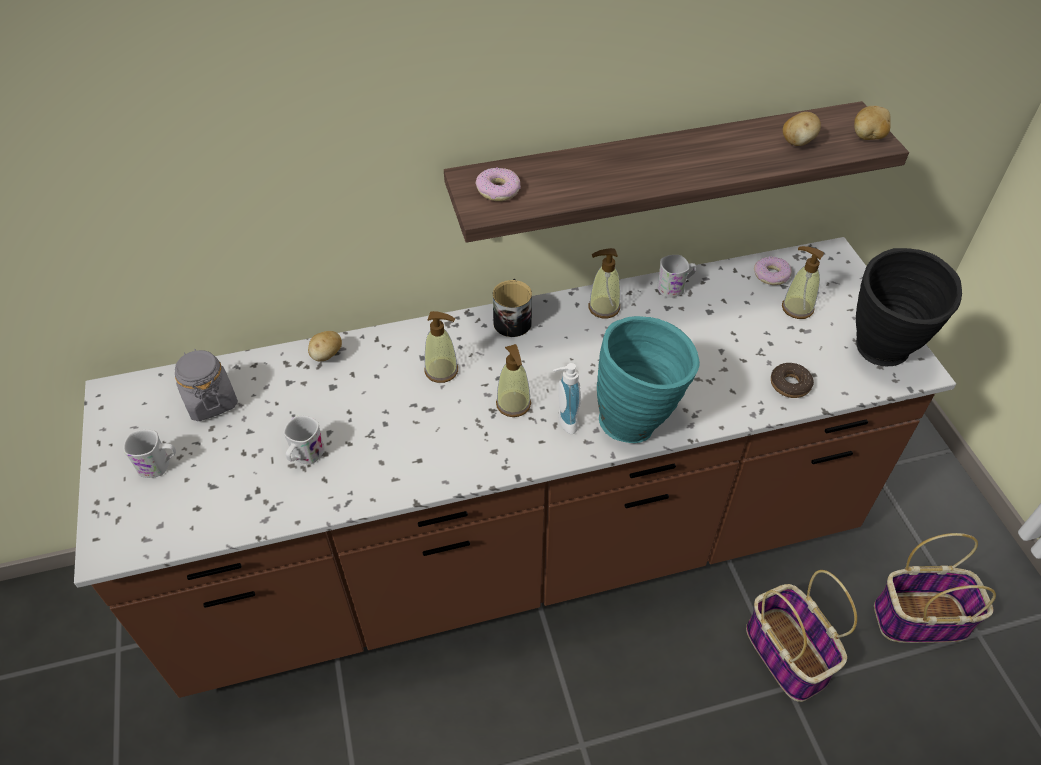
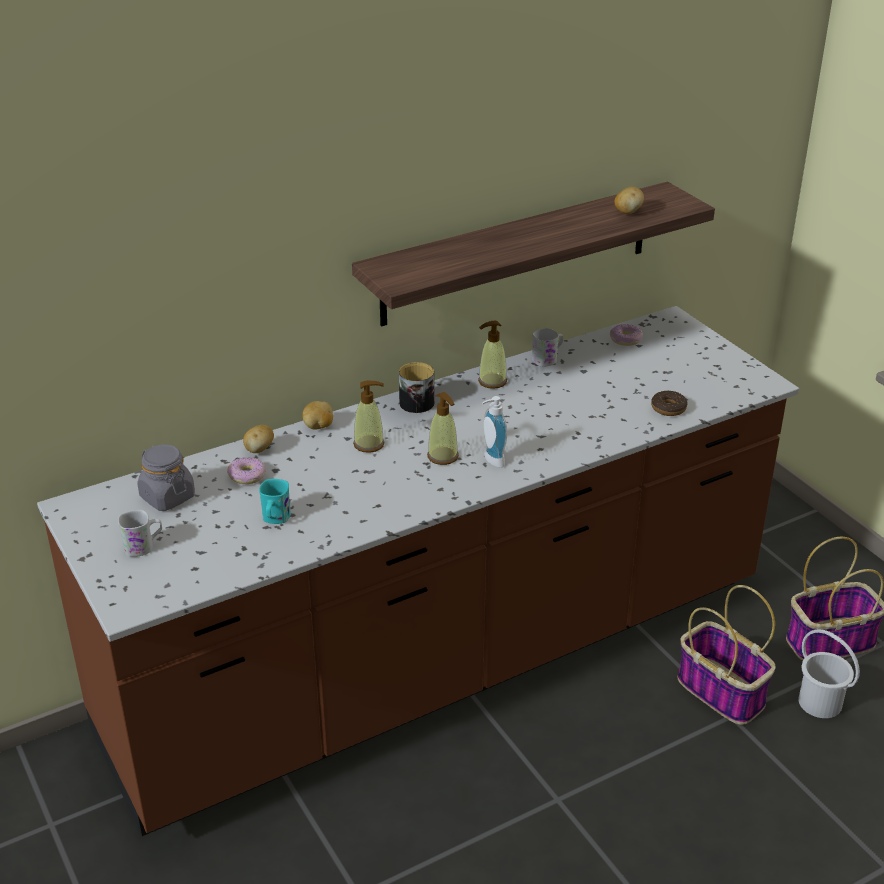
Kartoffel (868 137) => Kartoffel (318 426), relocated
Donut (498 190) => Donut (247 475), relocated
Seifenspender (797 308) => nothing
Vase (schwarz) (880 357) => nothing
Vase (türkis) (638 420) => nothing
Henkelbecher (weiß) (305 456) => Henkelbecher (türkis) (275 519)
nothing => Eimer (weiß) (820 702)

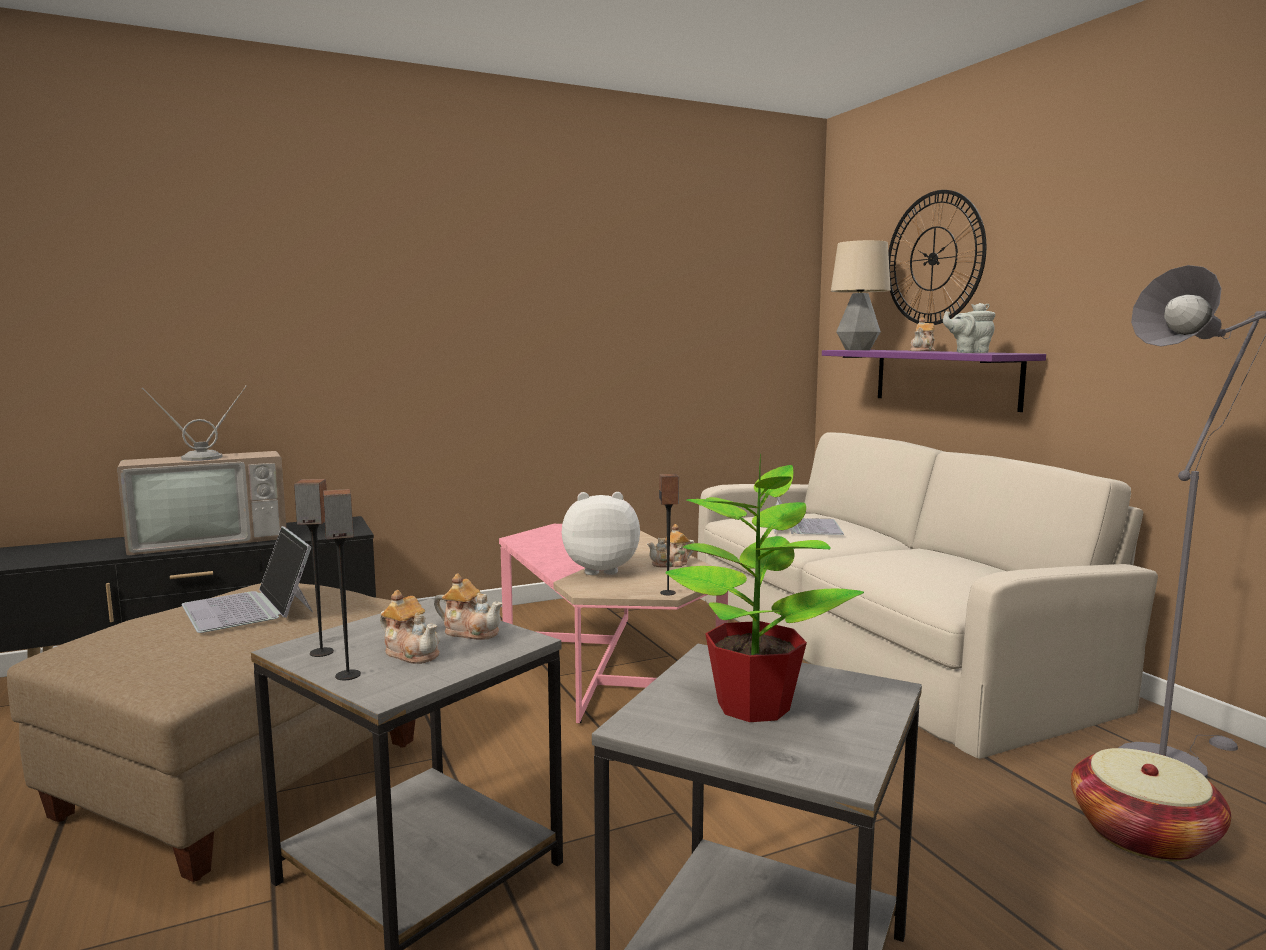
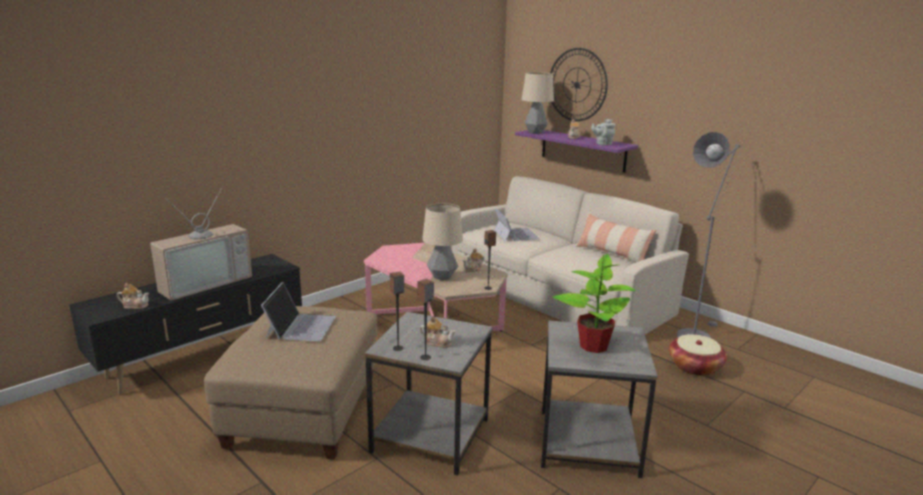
Plüschtier (600 570) => Tischlampe (442 277)
Laptop (249 608) => Laptop (300 326), 120 degrees counterclockwise
Teekanne (470 631) => Teekanne (135 305), relocated
nothing => Kissen (612 254)

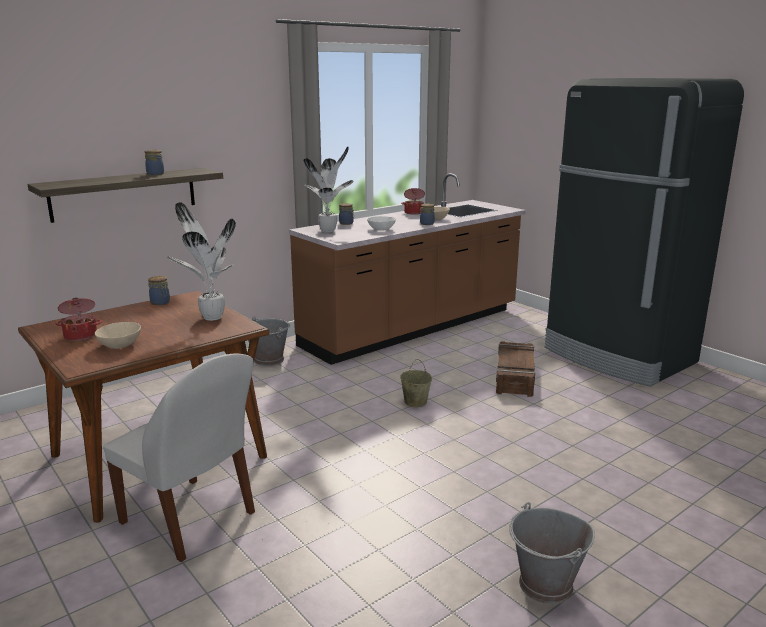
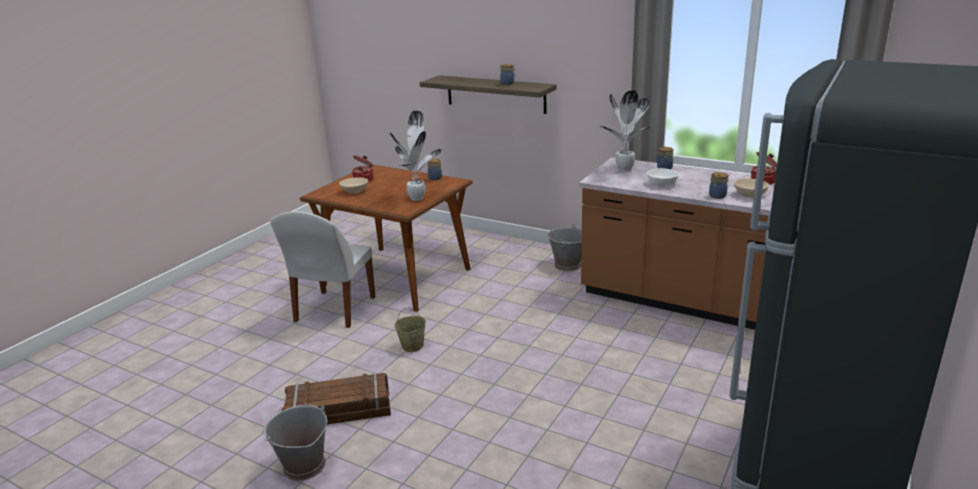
Kiste (515 376) => Kiste (339 411), relocated
Eimer (beige) (415 402) => Eimer (beige) (413 346), relocated

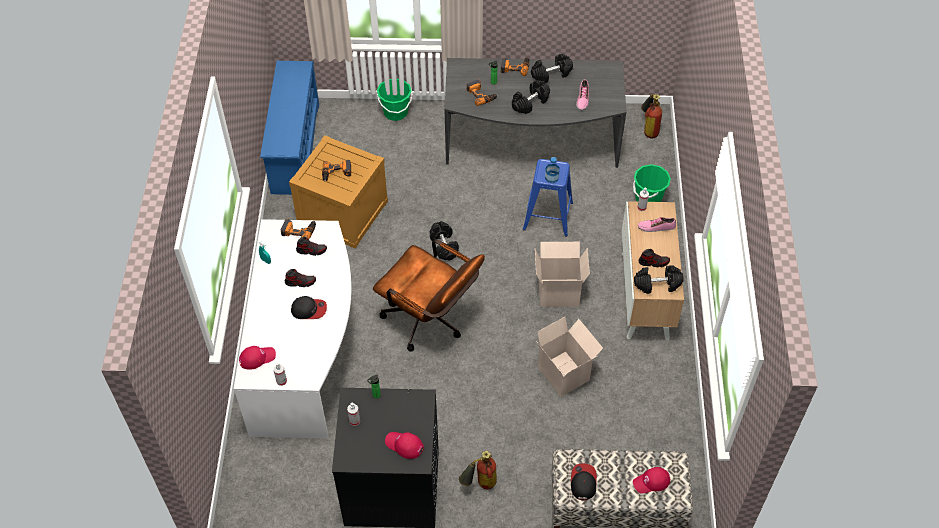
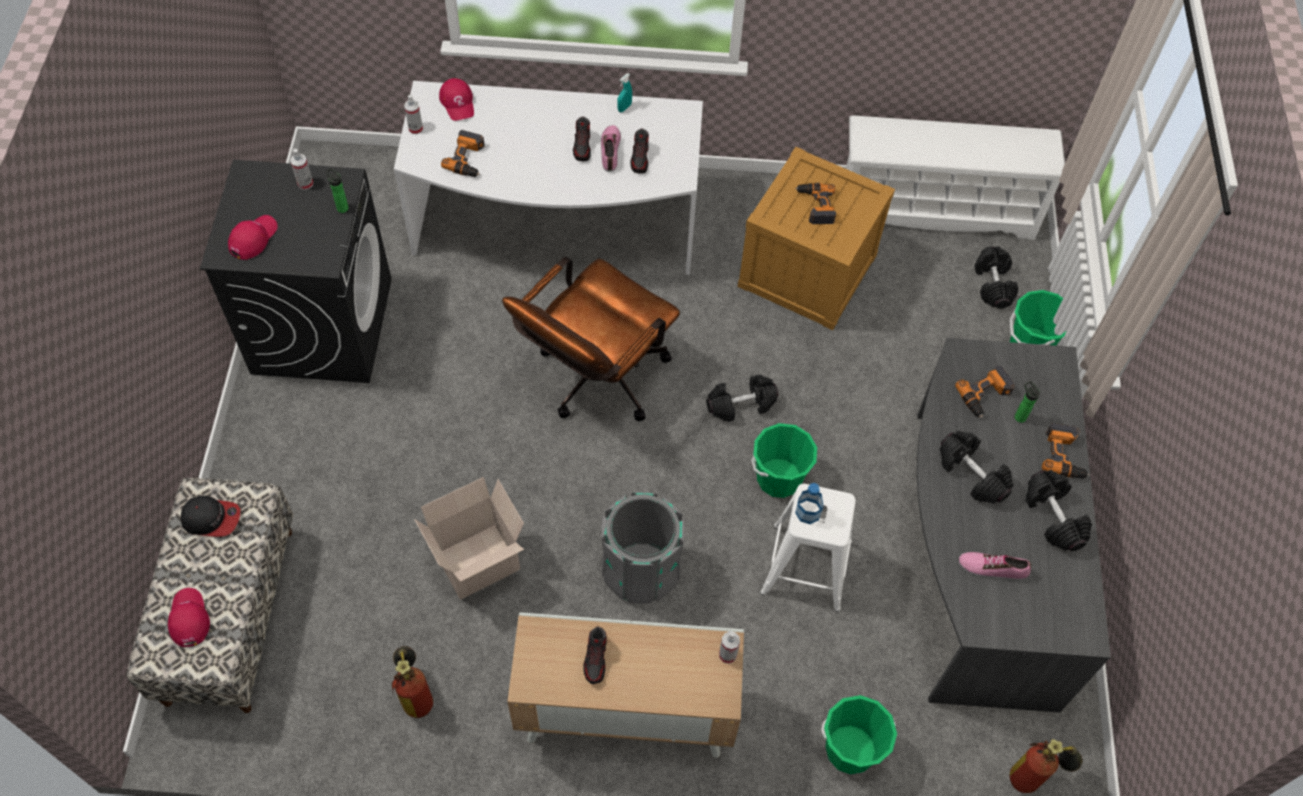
Schuhregal (blau) (294 148) => Schuhregal (weiß) (936 209)
Hocker (blau) (547 216) => Hocker (weiß) (805 565)
Schuh (656 227) => Schuh (611 150), relocated
Bohrmaschine (299 230) => Bohrmaschine (468 159), relocated
Karton (559 291) => Mülleimer (grau) (641 570)
Hantel (schwarz) (657 284) => Hantel (schwarz) (992 284), relocated
Kappe (309 309) => nothing
Feuerlöscher (479 485) => Feuerlöscher (415 693), relocated
nothing => Eimer (grün) (778 478)

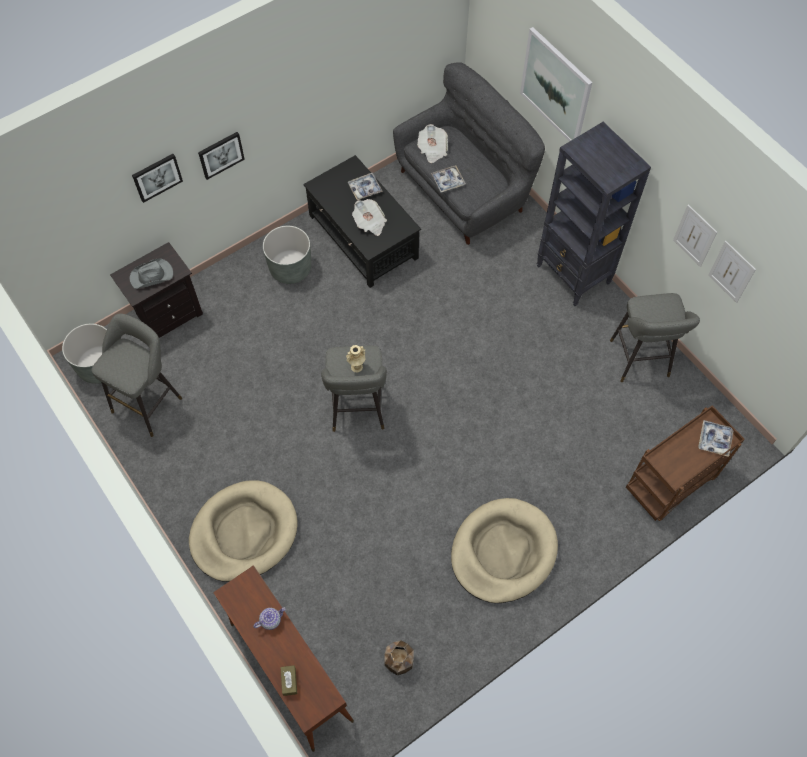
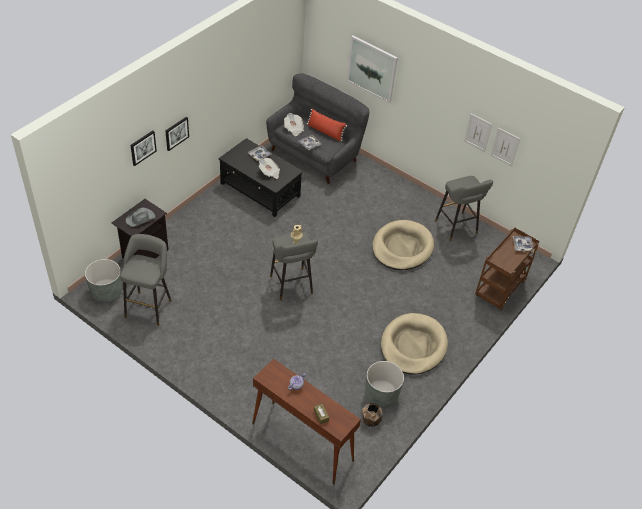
Bücherregal (schwarz) (573 275) => nothing
Pflanzkübel (grau) (290 268) => Pflanzkübel (grau) (381 395), relocated
Hundebett (beige) (244 532) => Hundebett (beige) (402 247), relocated
nothing => Kissen (rot) (325 132)

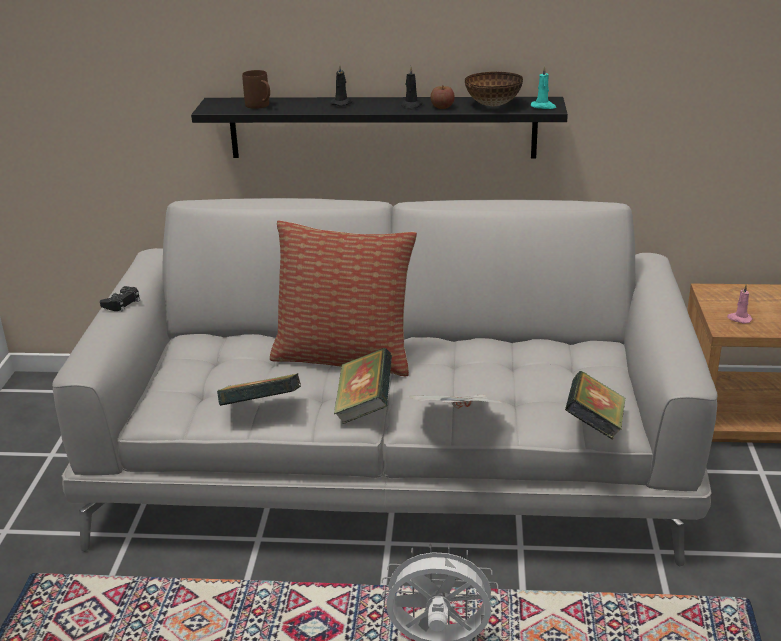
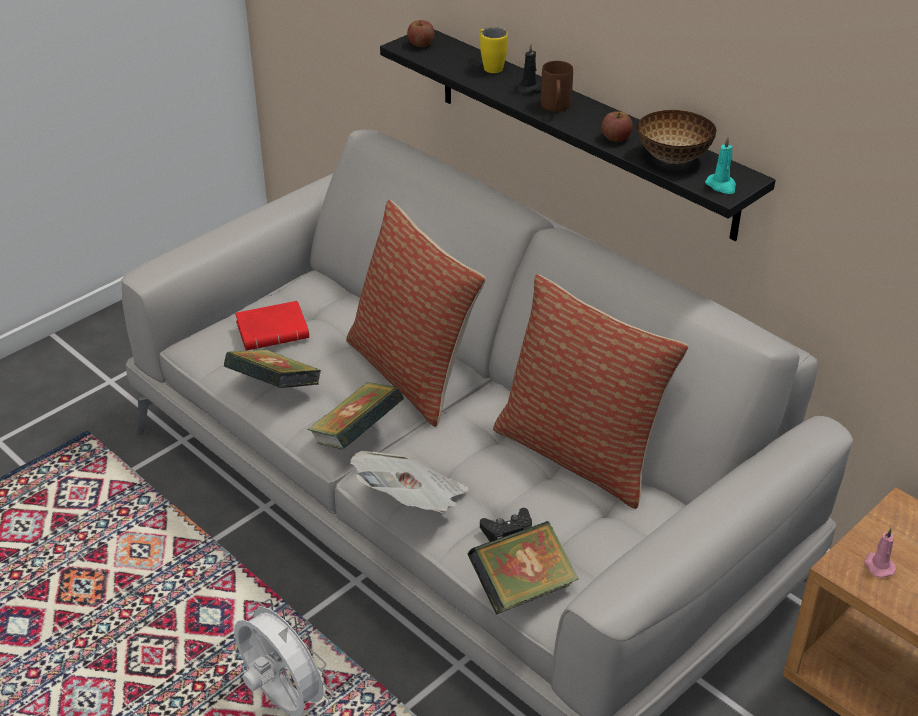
Kerze (schwarz) (411 106) => nothing
Henkelbecher (braun) (260 106) => Henkelbecher (braun) (556 108), relocated
Gamepad (schwarz) (122 303) => Gamepad (schwarz) (508 531), relocated
nothing => Apfel (421 44)
nothing => Henkelbecher (gelb) (490 66)
nothing => Kissen (580 452)
nothing => Buch (rot) (274 330)

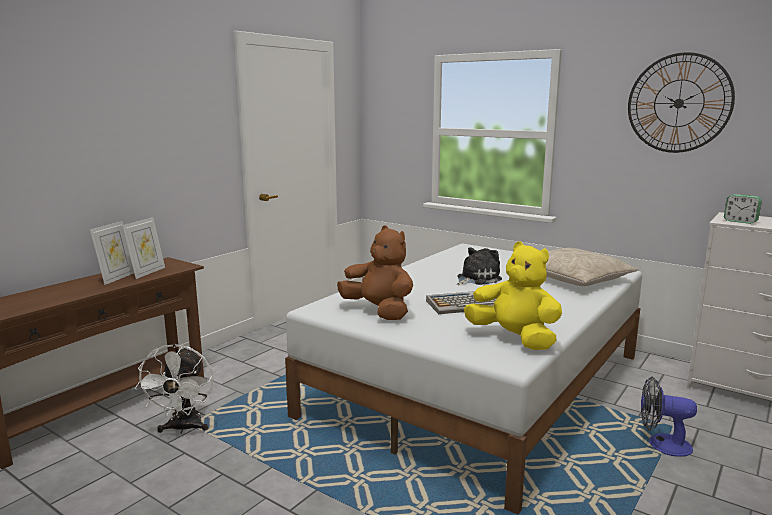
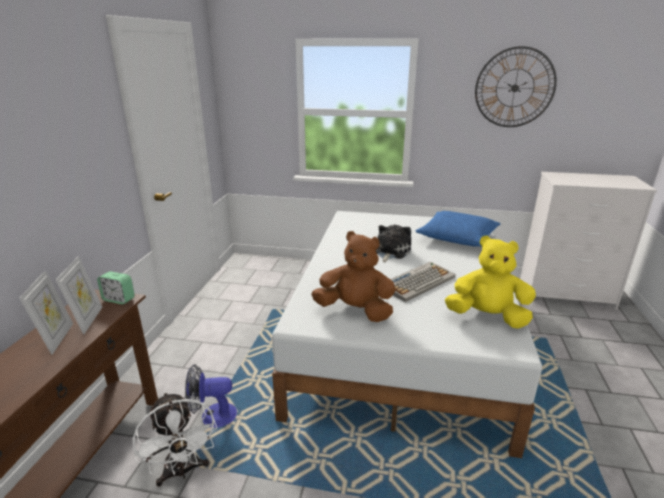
Wecker (740 221) => Wecker (119 299), relocated
Kissen (beige) (574 278) => Kissen (blau) (457 237)
Ventilator (661 444) => Ventilator (212 416), relocated

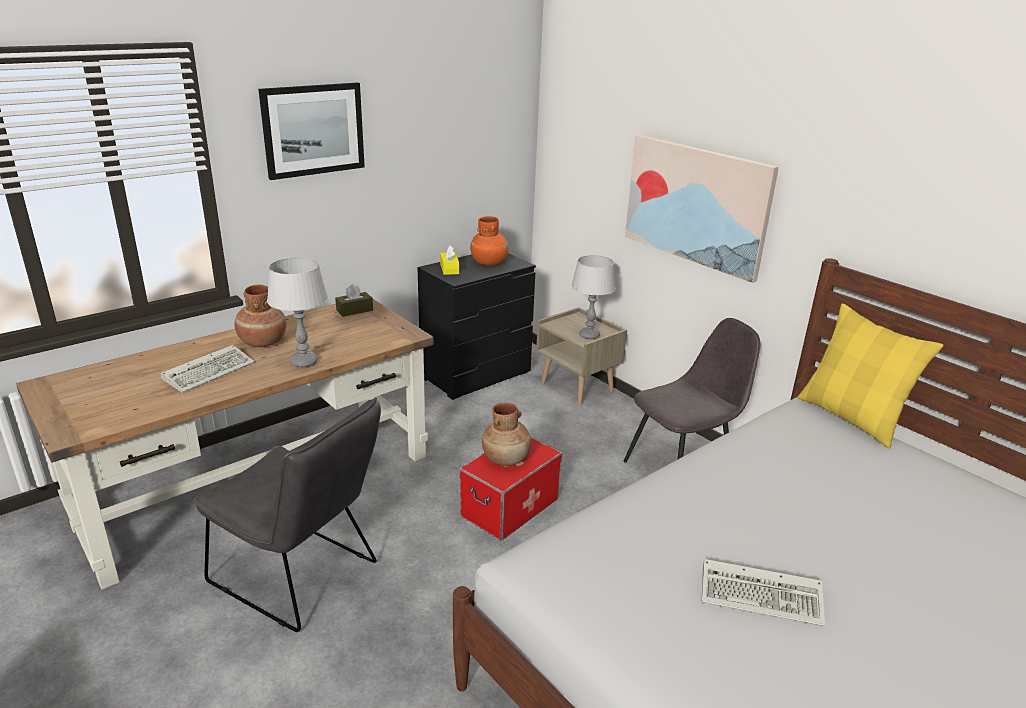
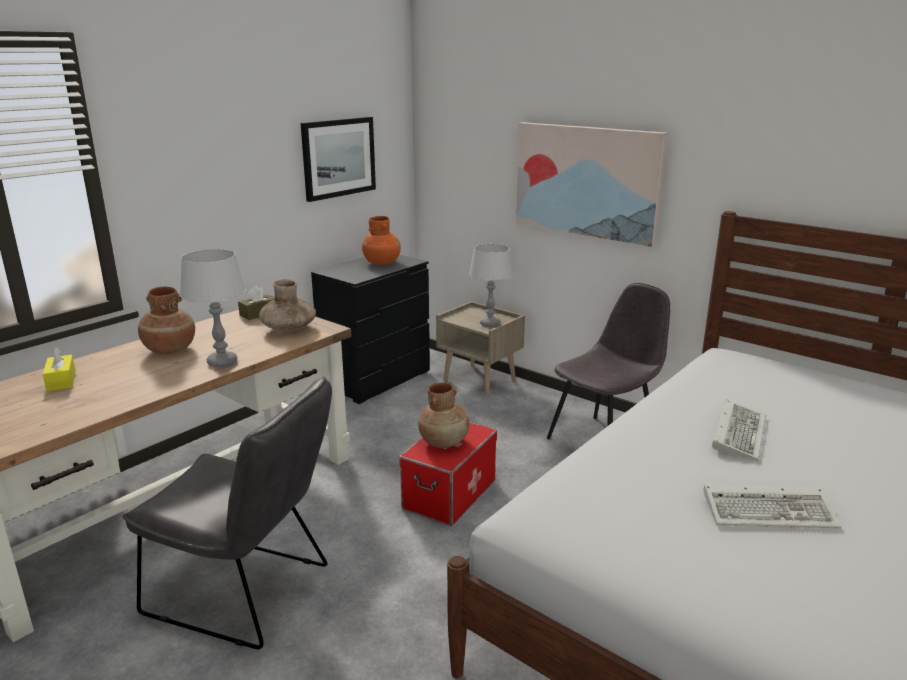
Bild (313 130) => Bild (338 158), relocated
Taschentuchbox (gelb) (449 269) => Taschentuchbox (gelb) (61 381), relocated
Kissen (gelb) (851 418) => nothing
Tastatur (210 371) => Tastatur (737 432), relocated
nothing => Vase (braun) (289 328)

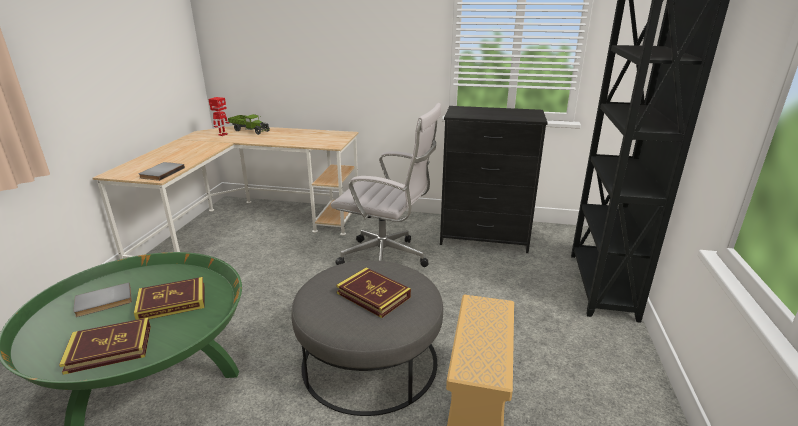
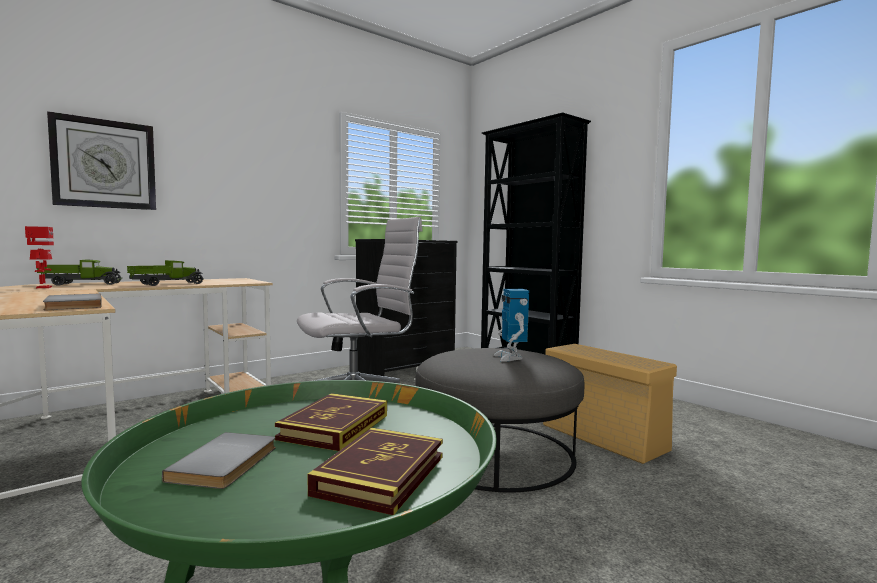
Buch (373 295) => Spielzeugroboter (510 358)
nothing => Wanduhr (104 164)
nothing => Spielzeuglaster (166 284)

